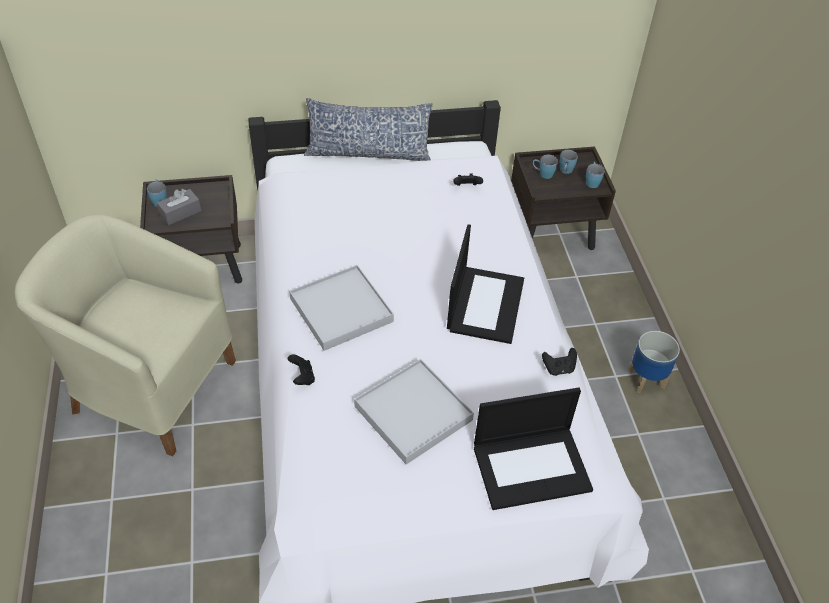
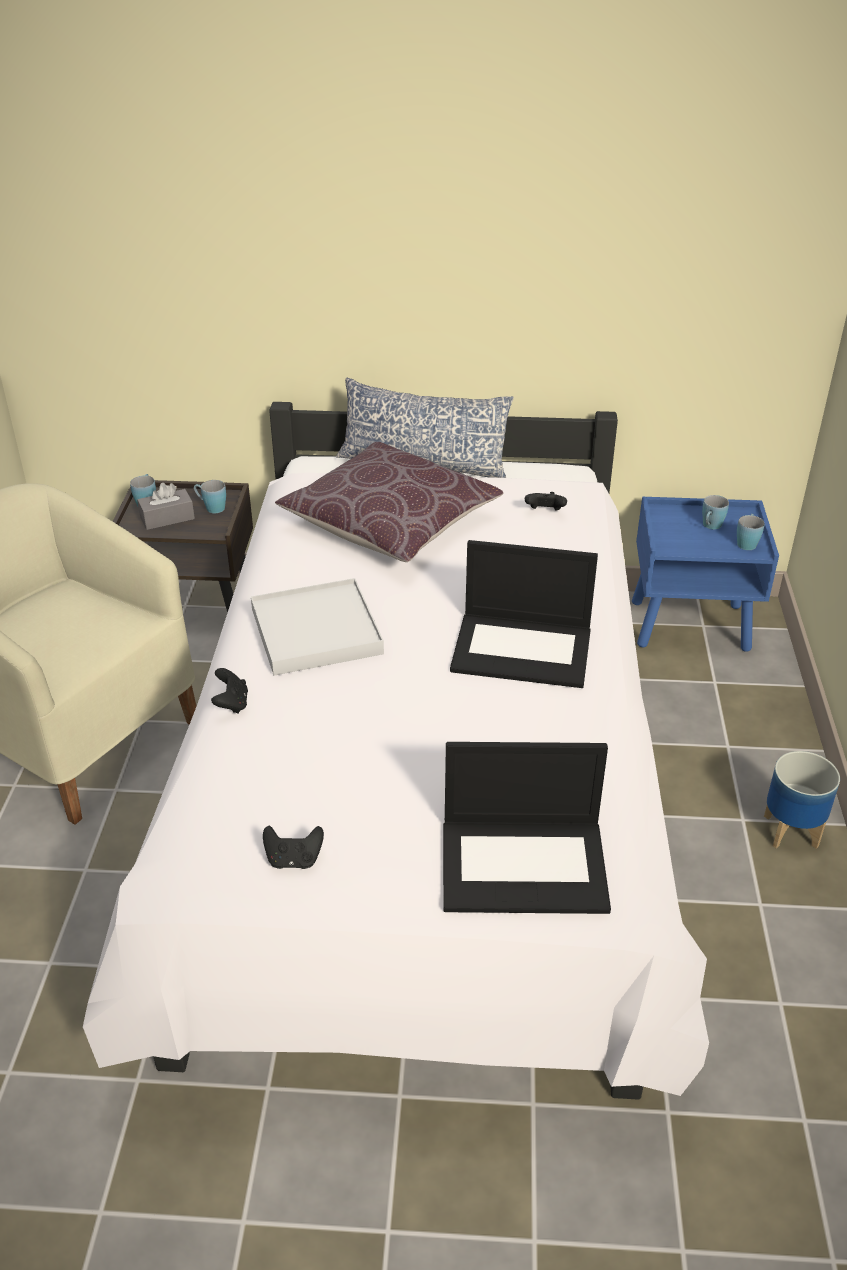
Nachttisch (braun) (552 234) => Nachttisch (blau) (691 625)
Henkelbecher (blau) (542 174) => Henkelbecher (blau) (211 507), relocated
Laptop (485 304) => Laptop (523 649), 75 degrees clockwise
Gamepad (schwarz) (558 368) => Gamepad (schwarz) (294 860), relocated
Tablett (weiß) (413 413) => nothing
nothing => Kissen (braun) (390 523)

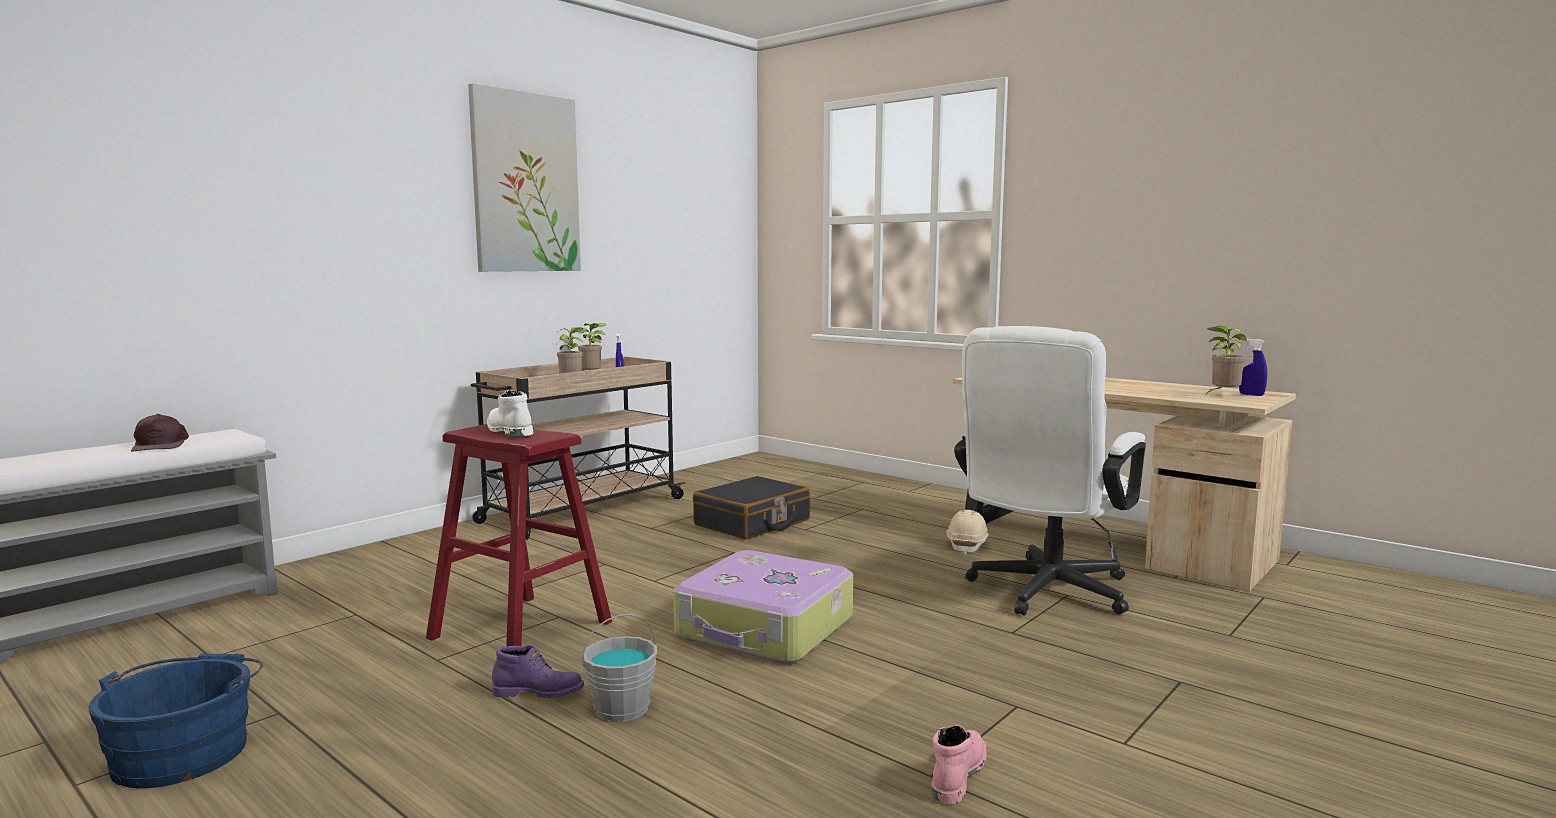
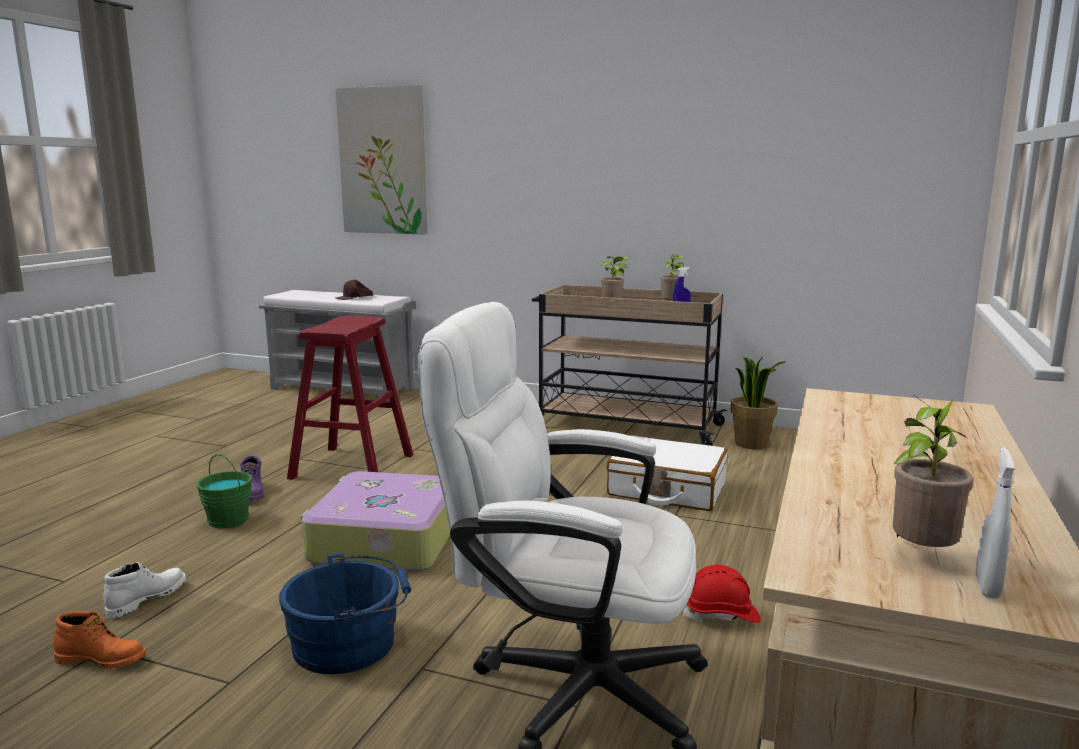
Bild (525 183) => Bild (383 161), relocated
Sprühflasche (blau) (1251 395) => Sprühflasche (weiß) (987 587)
Stiefel (weiß) (508 431) => Stiefel (weiß) (146 599), relocated
Koffer (schwarz) (752 523) => Koffer (weiß) (666 489)
Schutzhelm (beige) (968 545) => Schutzhelm (rot) (721 615)
Eimer (grau) (621 709) => Eimer (grün) (227 520)
Eimer (blau) (186 751) => Eimer (blau) (350 643), relocated
Stiefel (rosa) (956 774) => Stiefel (orange) (102 659)
nothing => Topfpflanze (752 444)

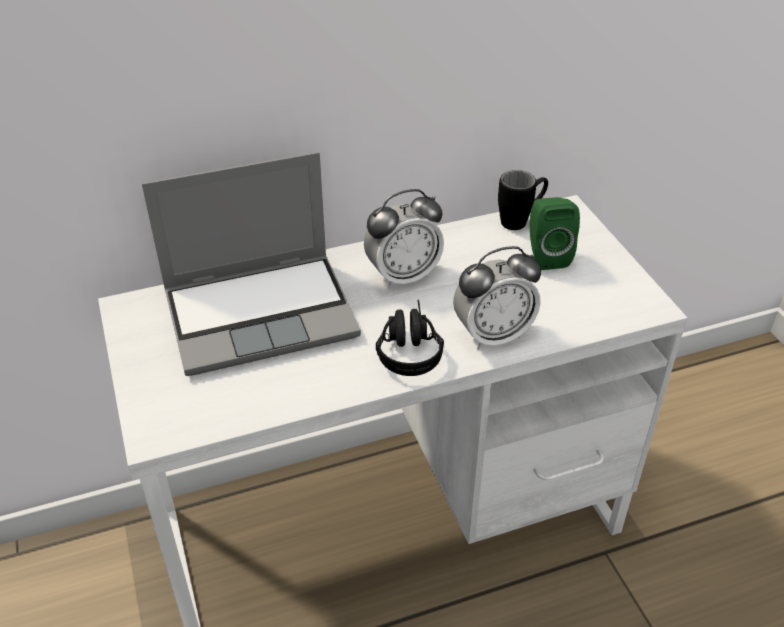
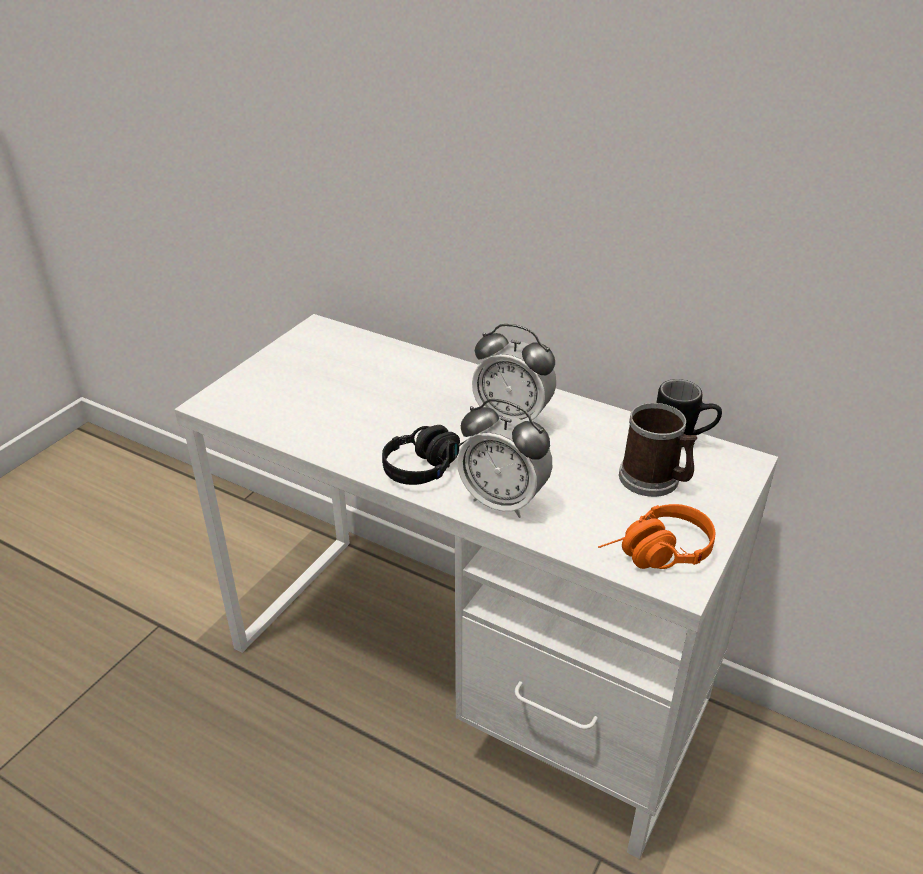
Laptop (262 313) => nothing
Lautsprecher (grün) (546 256) => Henkelbecher (655 480)
nothing => Kopfhörer (orange) (655 555)

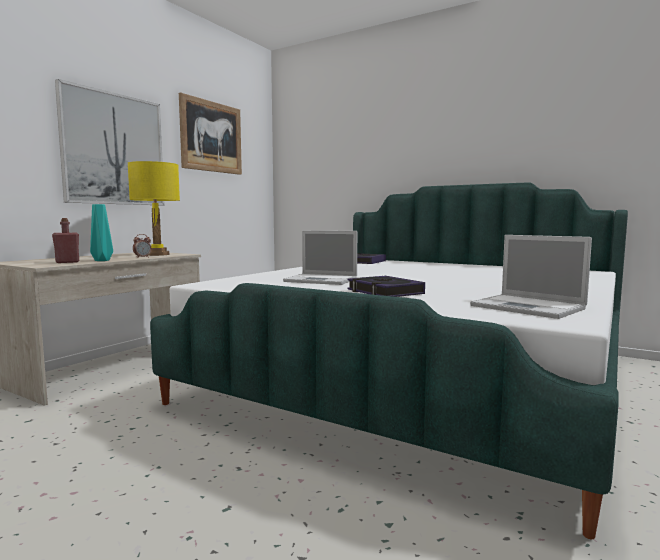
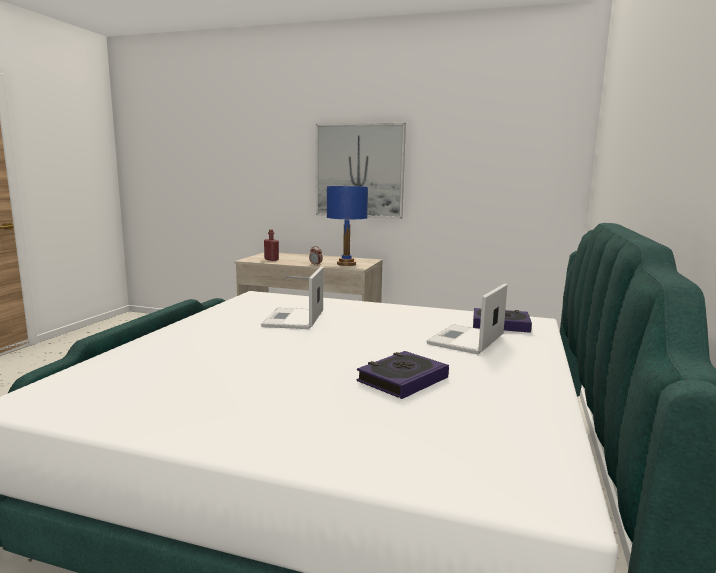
Bild (211 137) => nothing
Tischlampe (gelb) (157 254) => Tischlampe (blau) (346 264)
Vase (türkis) (103 260) => nothing
Laptop (530 307) => Laptop (465 340), relocated
Buch (384 292) => Buch (402 380), relocated

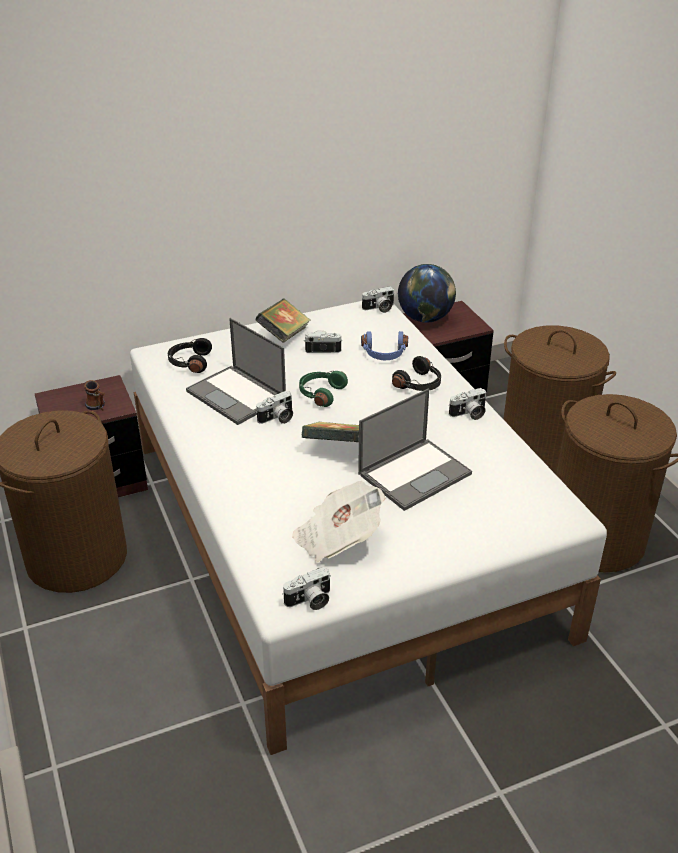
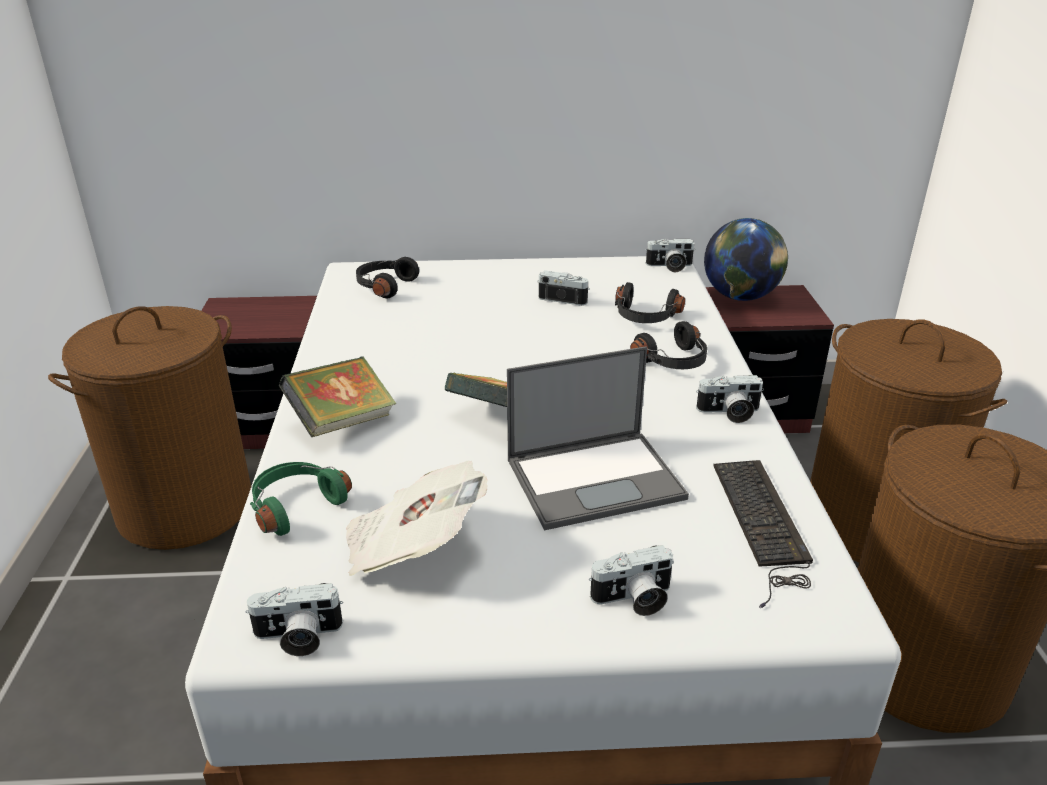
Buch (284 335) => Buch (342 422), relocated
Laptop (237 395) => nothing
Kopfhörer (blau) (384 354) => Kopfhörer (schwarz) (645 317)
Kopfhörer (grün) (320 393) => Kopfhörer (grün) (295 505), relocated
Henkelbecher (98 407) => nothing
Kamera (277 418) => Kamera (634 599), relocated
nothing => Tastatur (762 525)

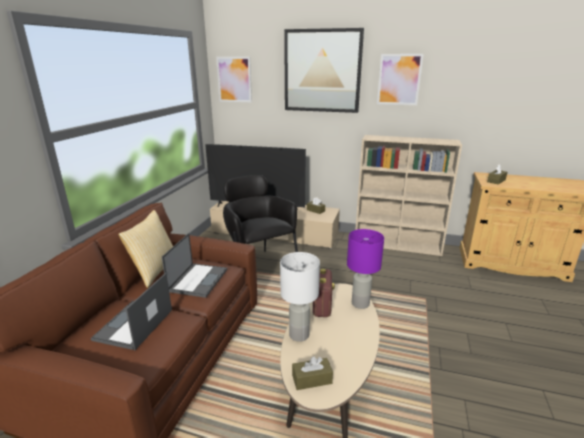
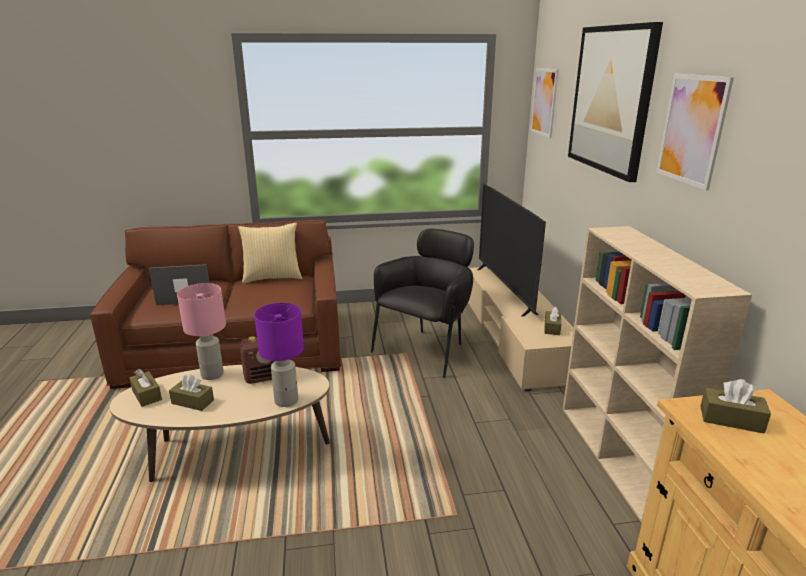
Laptop (198 279) => nothing
Tischlampe (weiß) (299 335) => Tischlampe (rosa) (212 375)
nothing => Taschentuchbox (braun) (192 402)

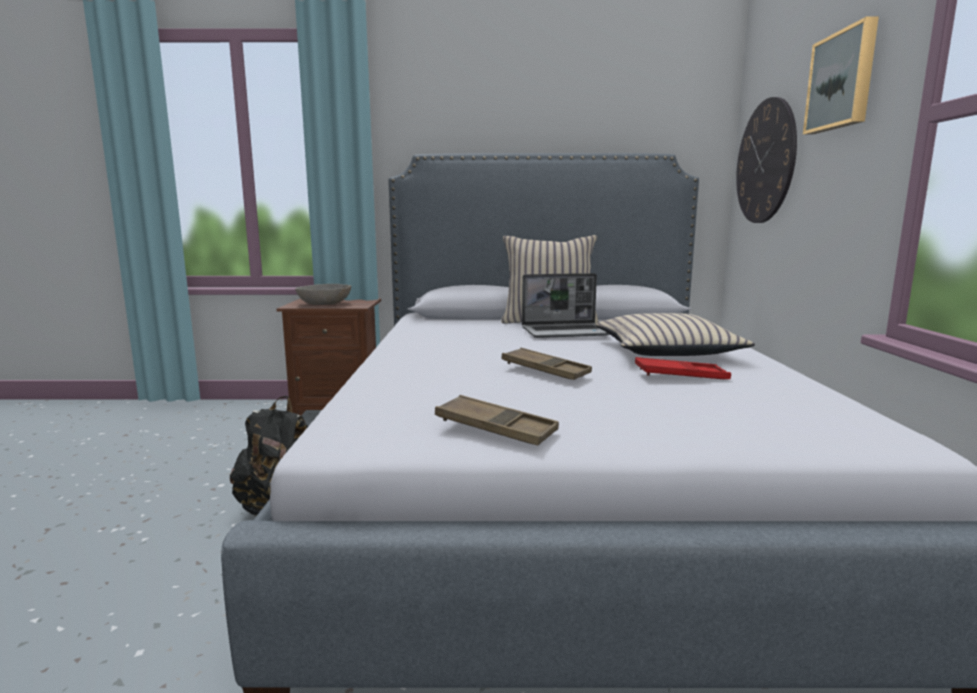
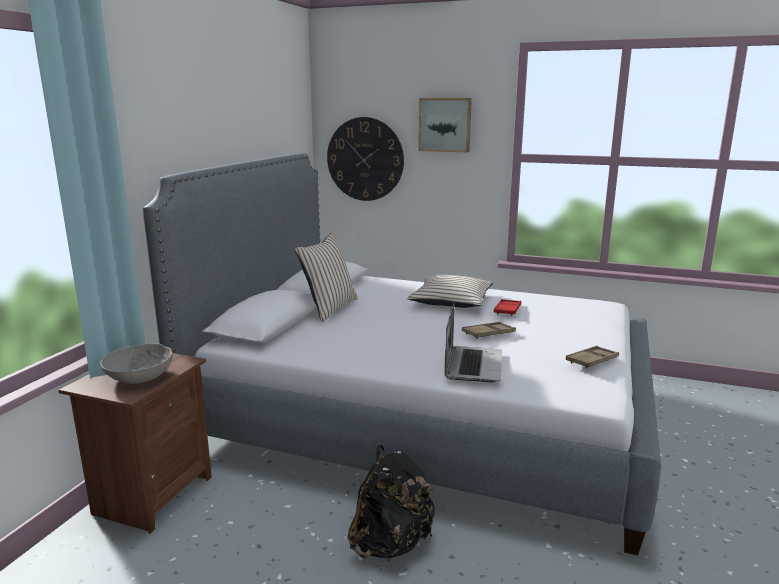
Laptop (566 332) => Laptop (472 365), relocated

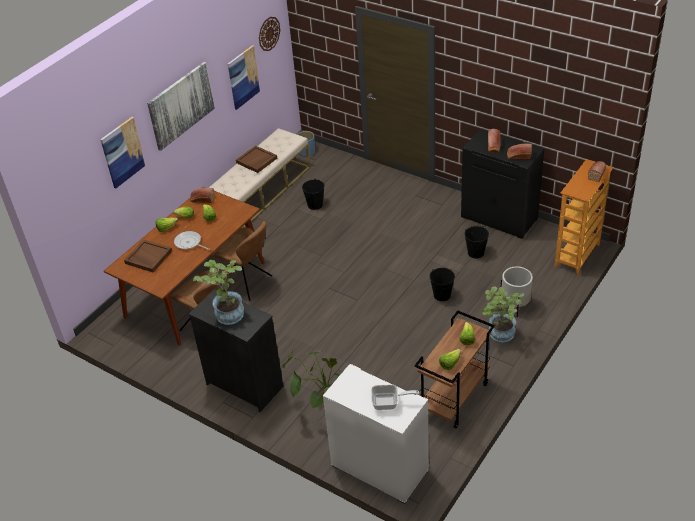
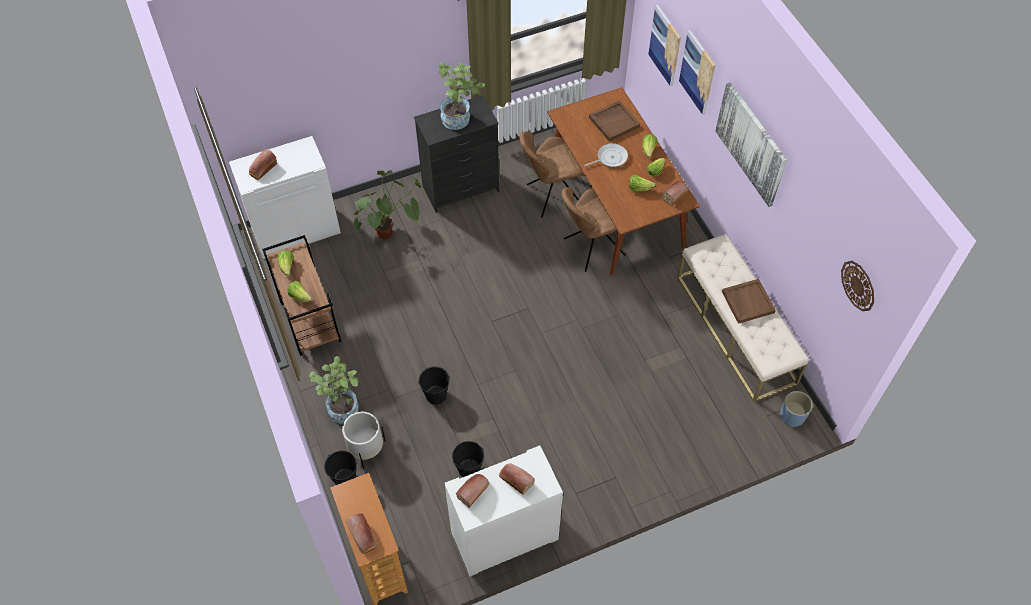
Bild (243 77) => Bild (665 45), relocated
Schrank (schwarz) (499 218) => Schrank (weiß) (504 537)
Eimer (schwarz) (315 204) => Eimer (schwarz) (345 478), relocated
Pfanne (389 403) => Brot (263 169)

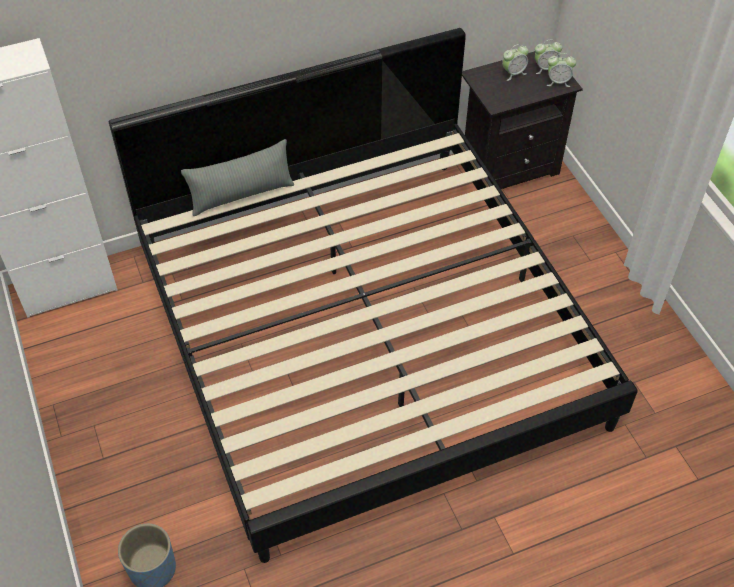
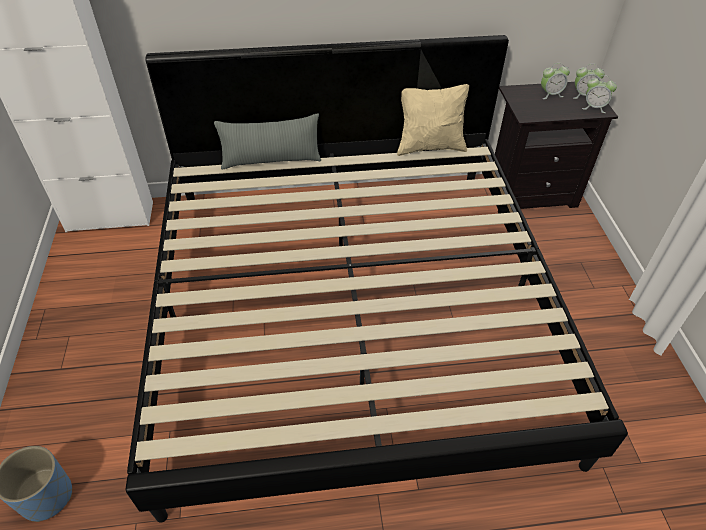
nothing => Kissen (beige) (430 147)

